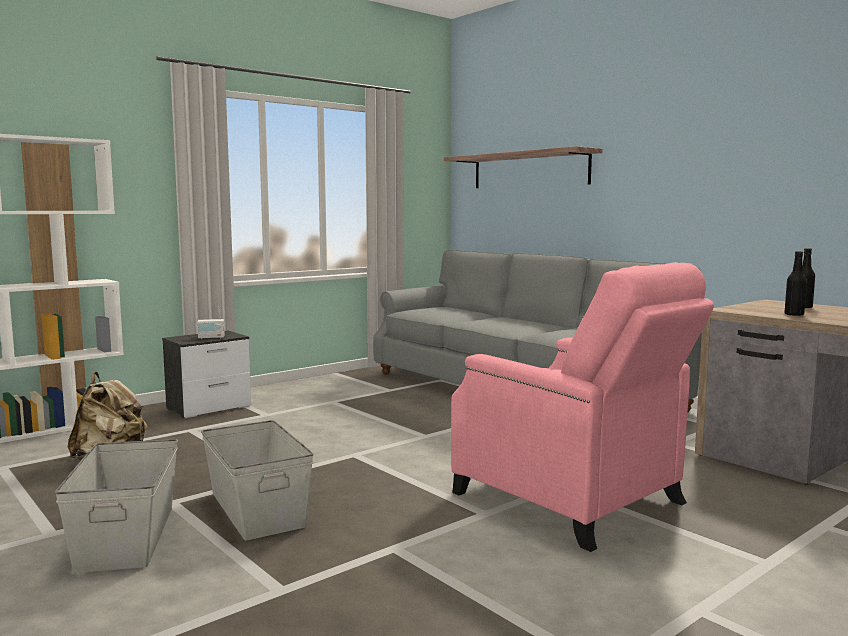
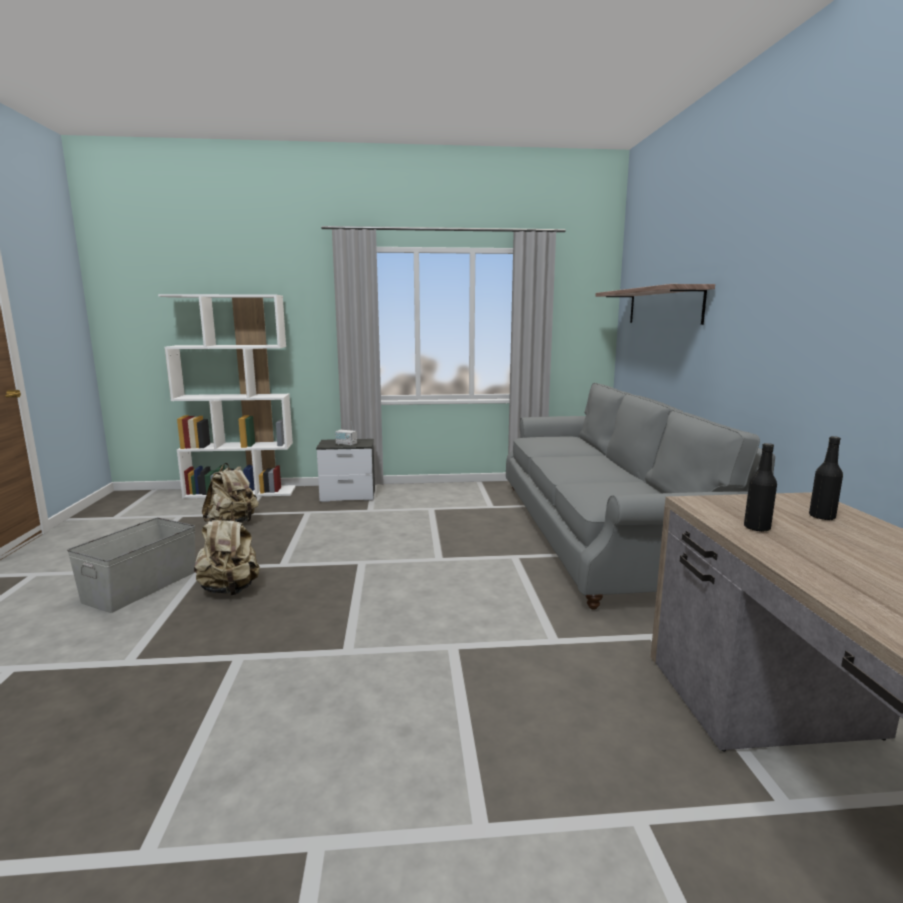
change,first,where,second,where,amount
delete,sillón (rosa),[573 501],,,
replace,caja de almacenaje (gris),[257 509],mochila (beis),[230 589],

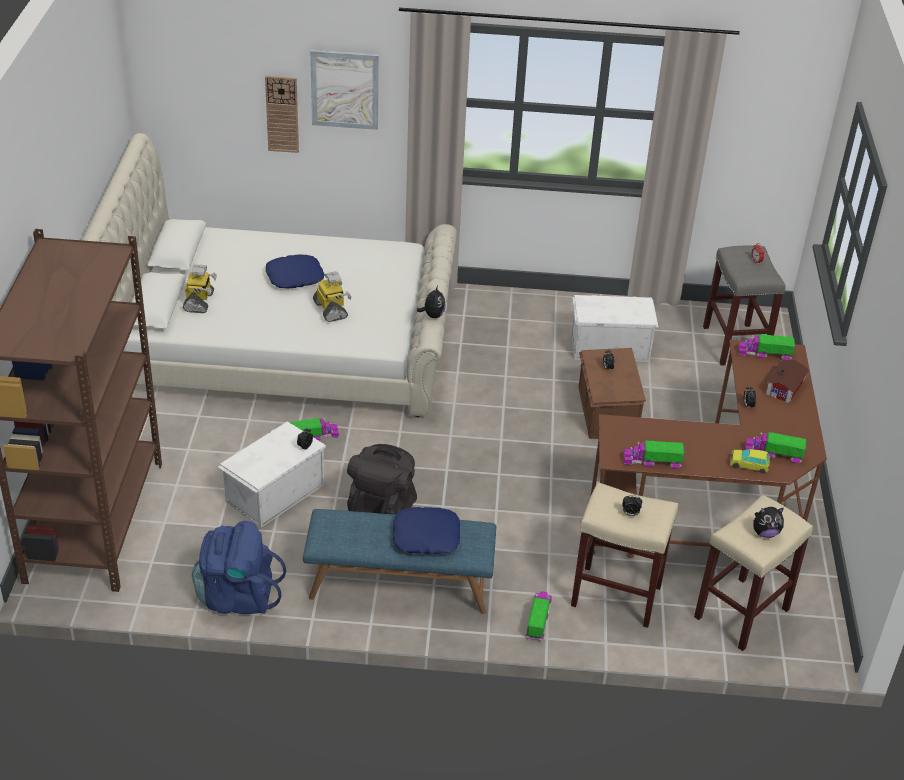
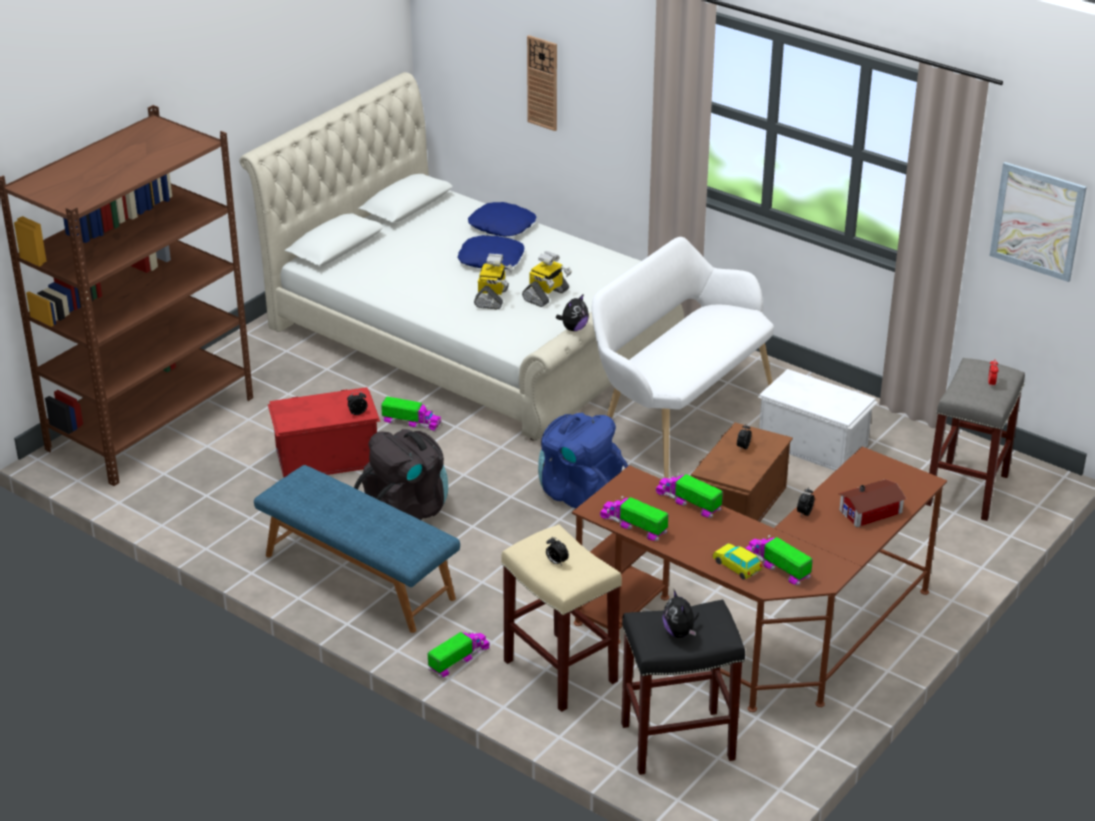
change,first,where,second,where,amount
insert,,,banco (blanco),[678 416],
move,robot de juguete,[199 302],,[546 295],
move,mochila (azul),[237 596],,[580 493],
move,cuadro,[344 89],,[1037 221],
move,cojín (azul),[426 536],,[502 226],
move,camión de juguete,[764 354],,[688 502],
recolor,caja de almacenaje (blanco),[273 493],caja de almacenaje (rojo),[326 456],
recolor,taburete (beis),[741 614],taburete (negro),[676 742],
rotate,peluche,[765 533],,[680 633],45 degrees clockwise

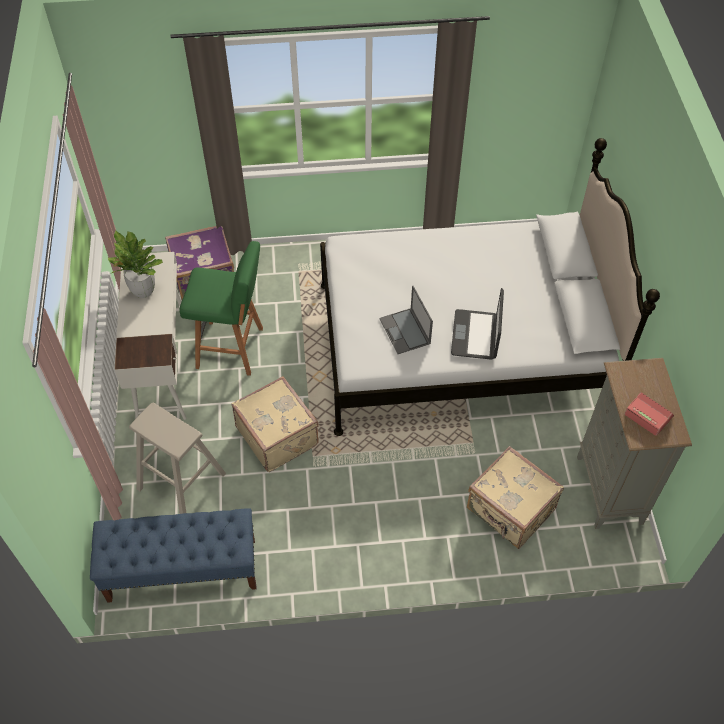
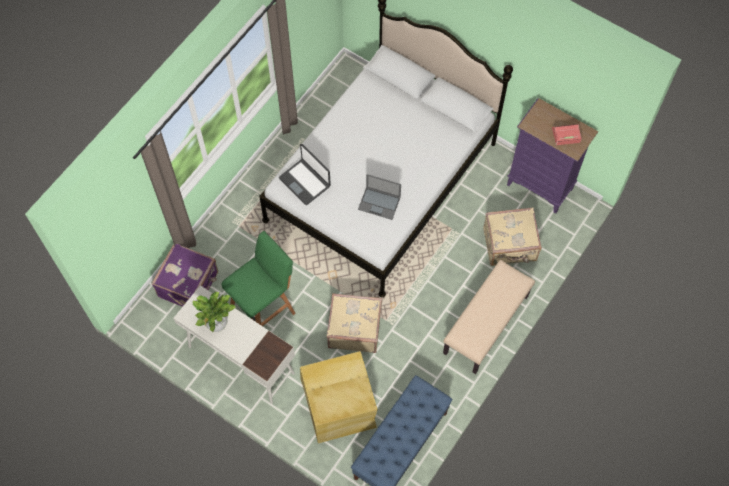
change,first,where,second,where,amount
insert,,,banco (beis),[486 325],
move,portátil,[476 335],,[305 182],
replace,taburete (beis),[181 481],caja de almacenaje (beis),[338 406],
recolor,cómoda (gris),[608 491],cómoda (morado),[540 188],

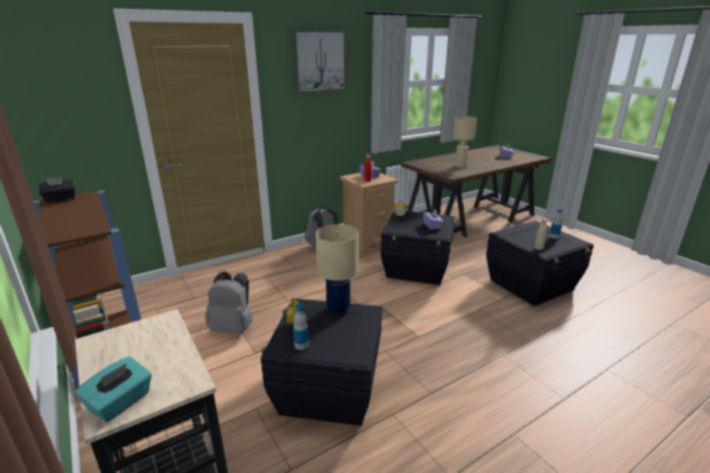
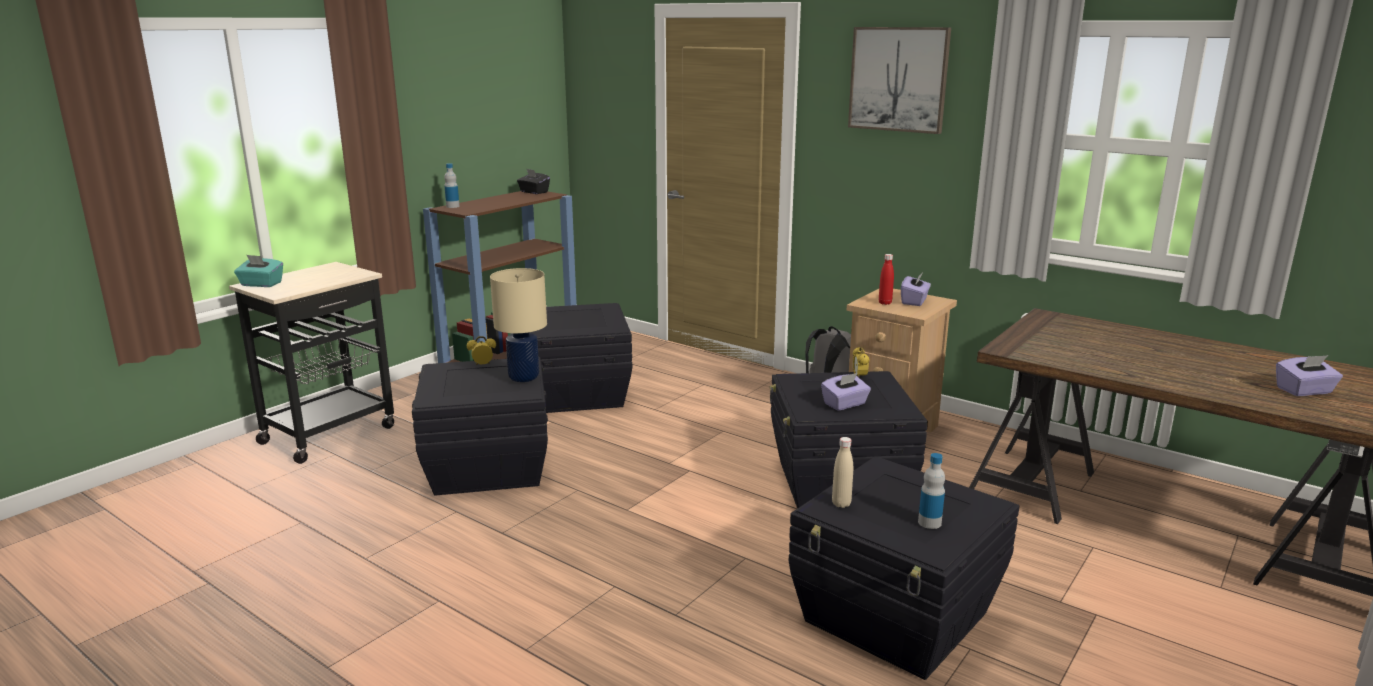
change,first,where,second,where,amount
delete,lámpara de mesa (beis),[461 166],,,
move,botella,[301 345],,[452 206],
replace,mochila (gris),[233 328],caja de almacenaje (negro),[576 394],

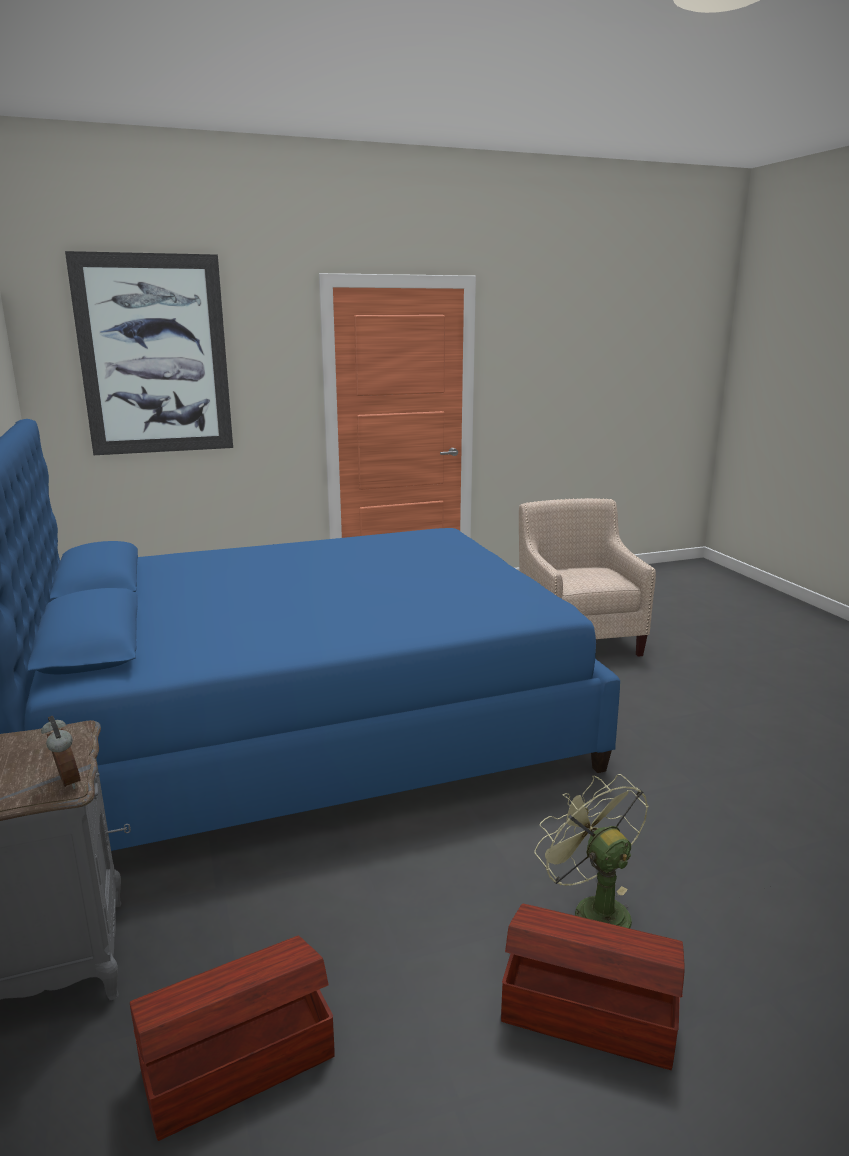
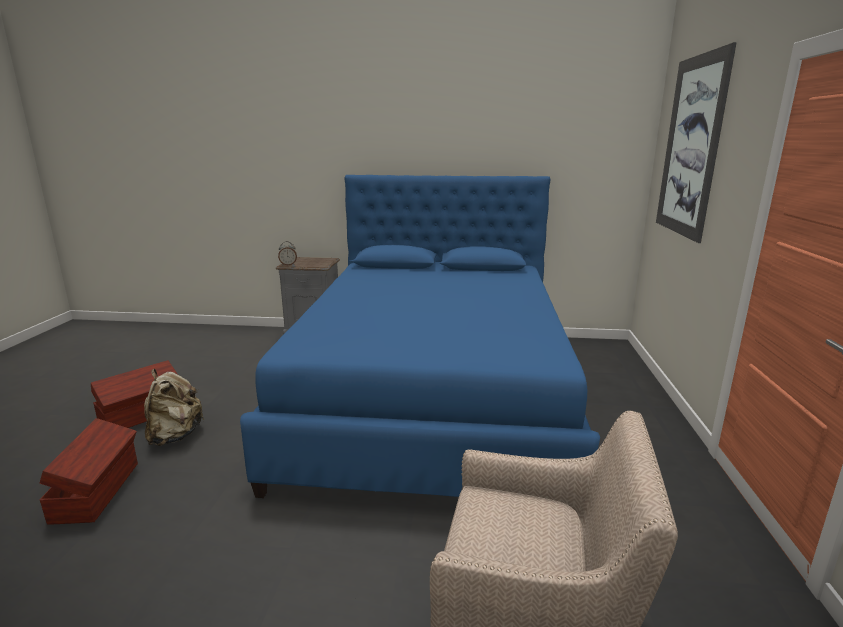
change,first,where,second,where,amount
move,caja de almacenaje (marrón),[236 1062],,[98 491],
replace,ventilador (verde),[591 910],mochila (beis),[175 436],

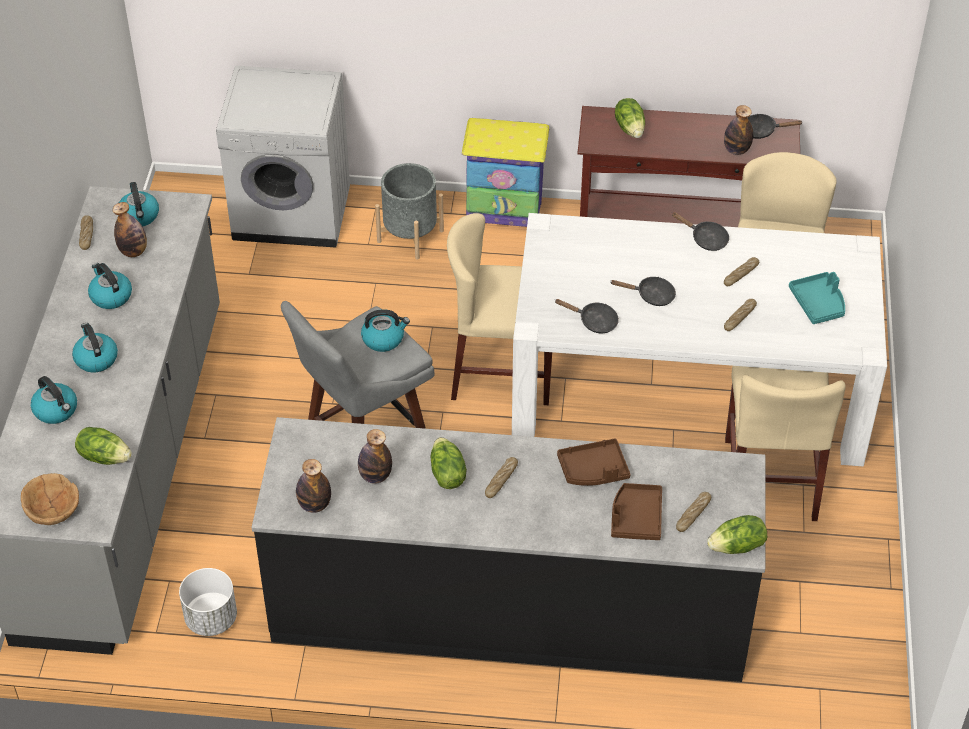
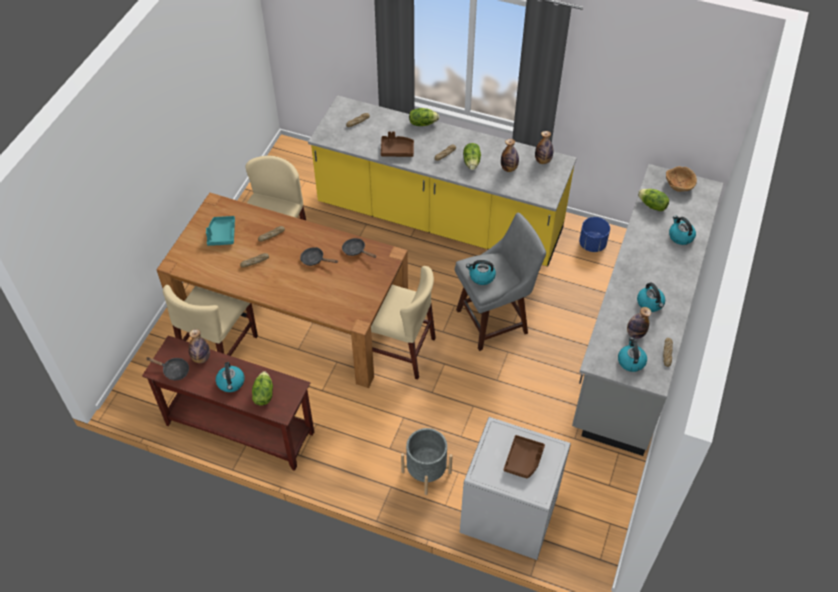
change,first,where,second,where,amount
delete,mesita de noche,[506 216],,,
delete,sartén (negro),[706 239],,,
move,hervidor,[95 358],,[231 383],
move,bandeja (marrón),[636 518],,[523 460],
move,lechuga,[737 547],,[422 123],
recolor,maceta (blanco),[211 618],maceta (azul),[592 244],
recolor,mueble bajo de cocina (negro),[510 607],mueble bajo de cocina (amarillo),[439 219],
recolor,mesa de comedor (blanco),[688 387],mesa de comedor (marrón),[292 315],

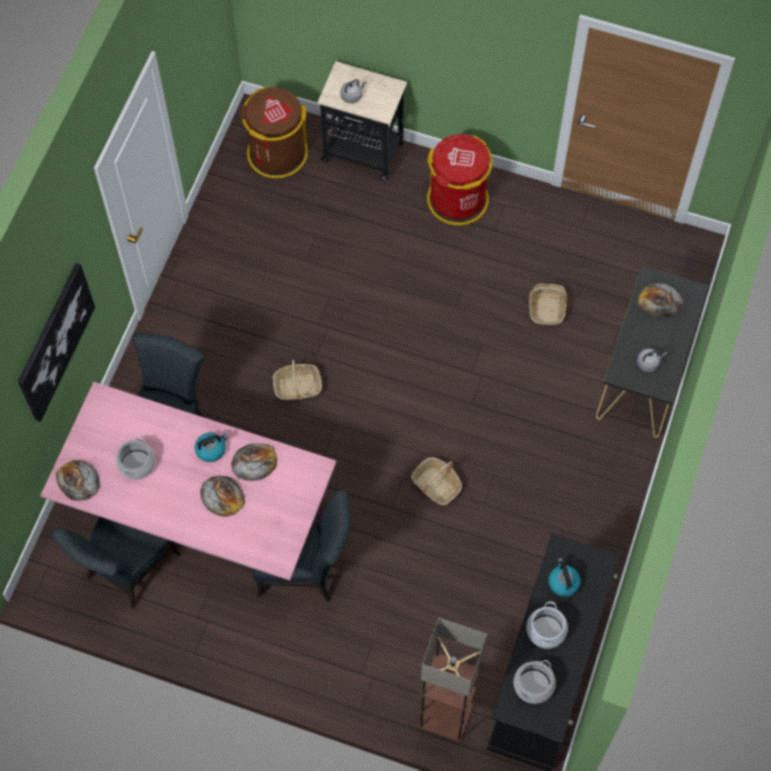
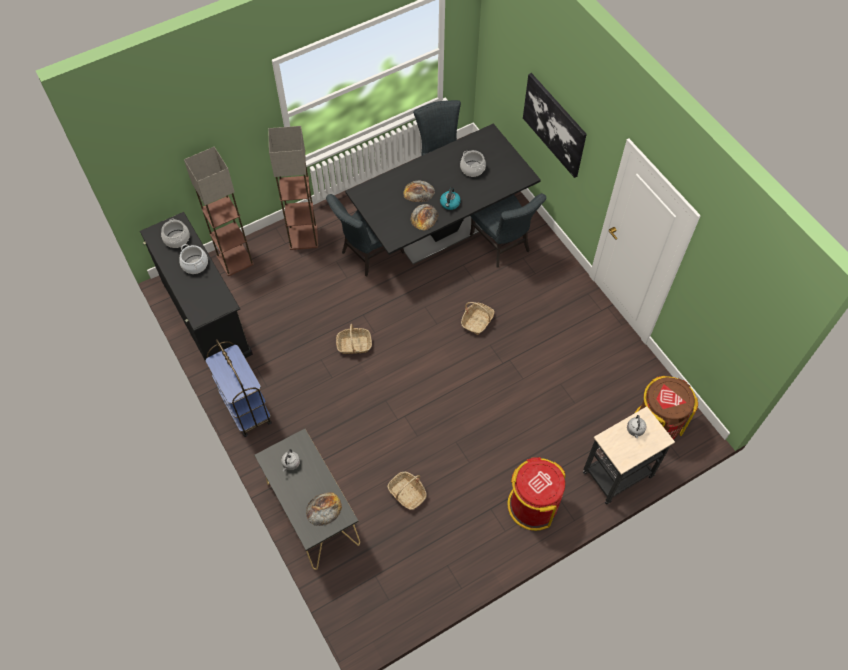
change,first,where,second,where,amount
delete,pan,[78 480],,,
delete,hervidor,[563 582],,,
insert,,,carrito (azul),[245 408],
insert,,,lámpara de pie,[304 237],
recolor,mesa de comedor (rosa),[200 517],mesa de comedor (negro),[442 229],

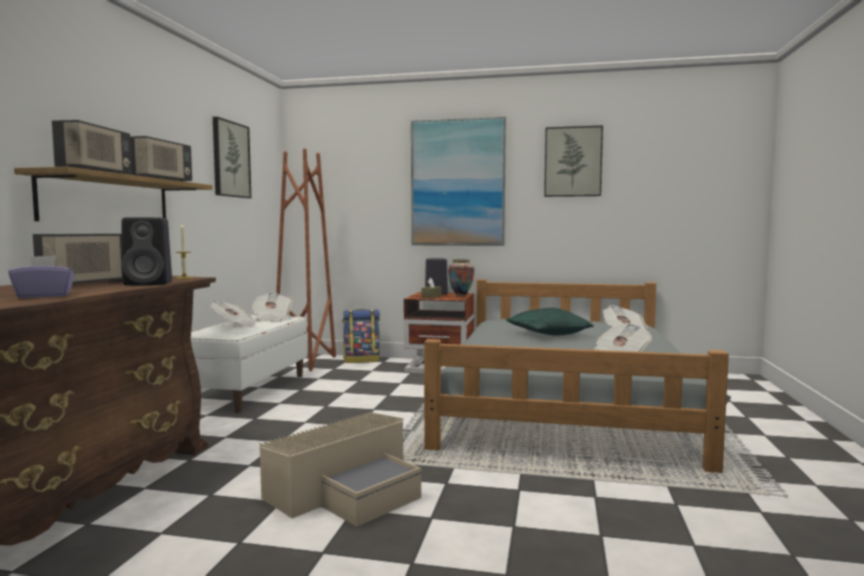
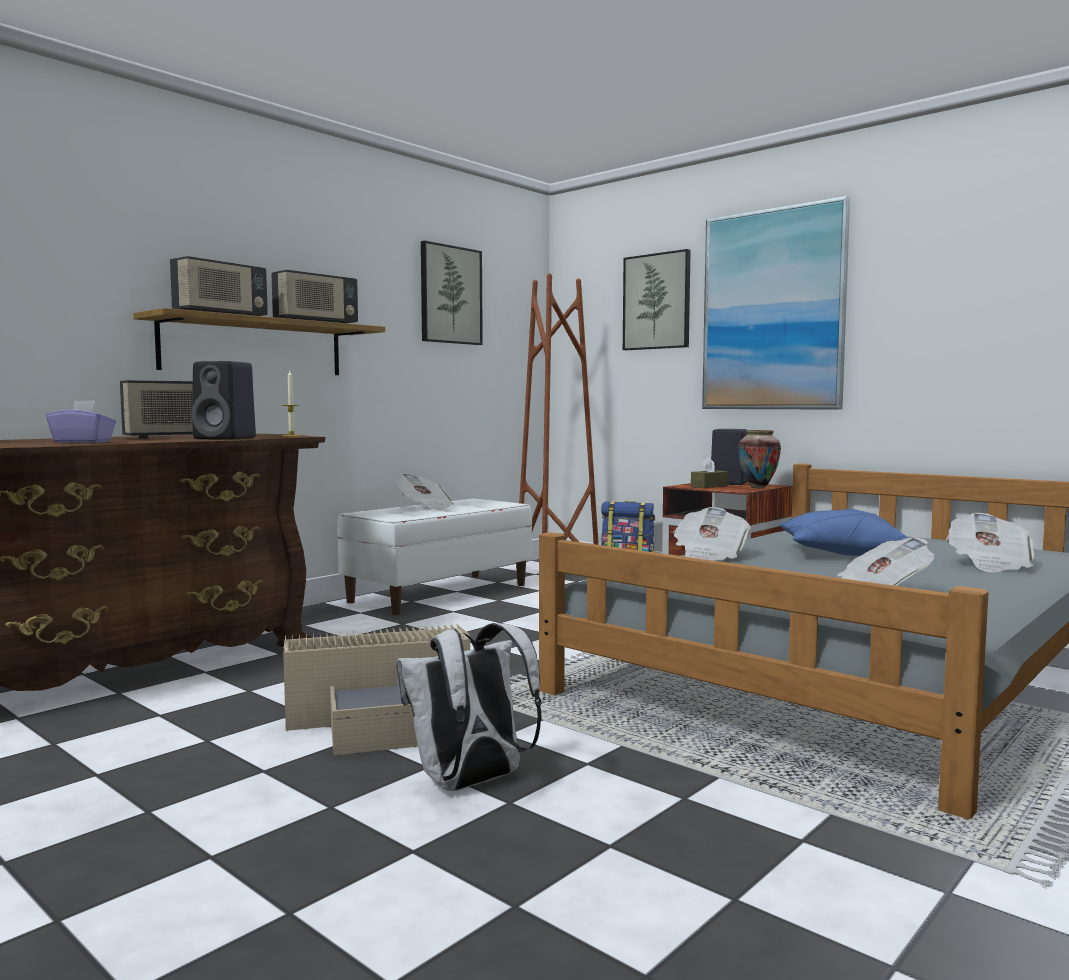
change,first,where,second,where,amount
insert,,,mochila (blanco),[470 783],
move,periódico,[271 318],,[709 556],
move,cuadro,[573 162],,[657 301],
recolor,cojín (verde),[547 334],cojín (azul),[839 553],

